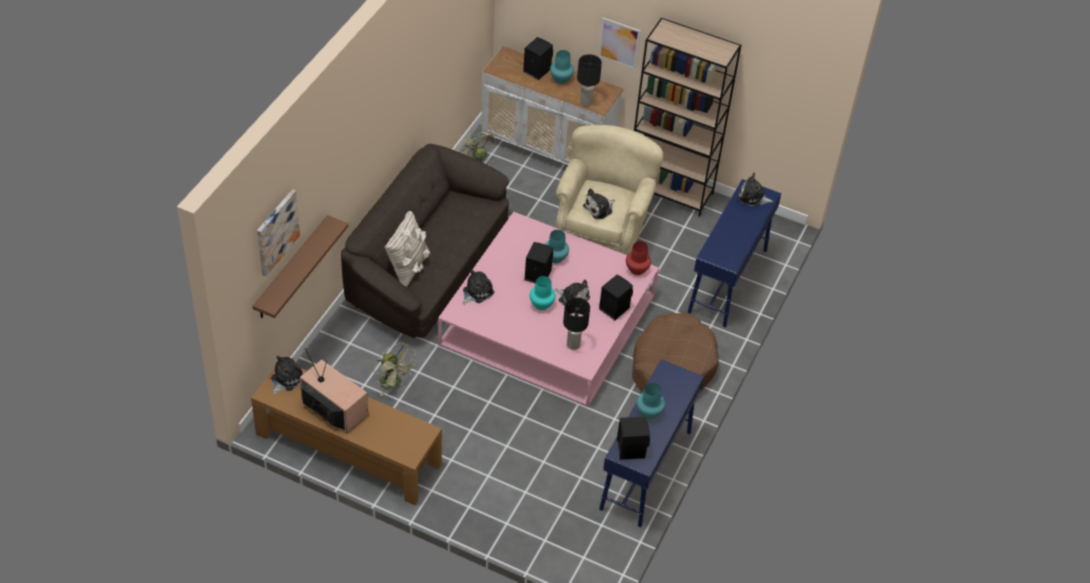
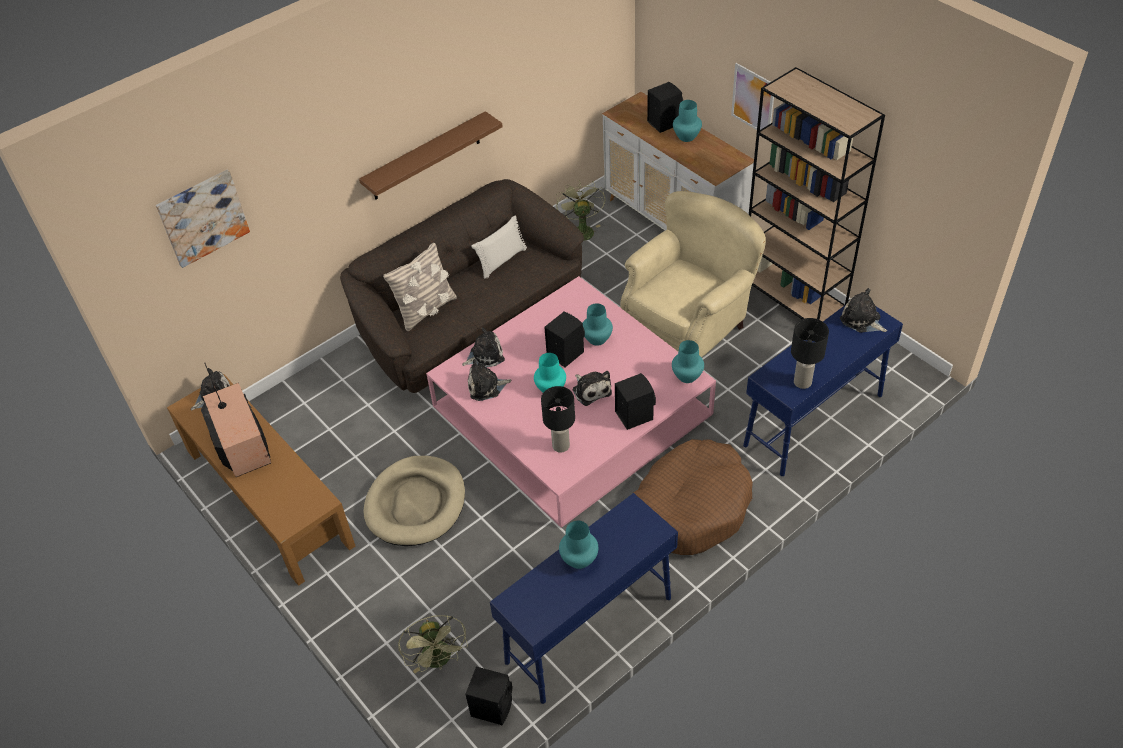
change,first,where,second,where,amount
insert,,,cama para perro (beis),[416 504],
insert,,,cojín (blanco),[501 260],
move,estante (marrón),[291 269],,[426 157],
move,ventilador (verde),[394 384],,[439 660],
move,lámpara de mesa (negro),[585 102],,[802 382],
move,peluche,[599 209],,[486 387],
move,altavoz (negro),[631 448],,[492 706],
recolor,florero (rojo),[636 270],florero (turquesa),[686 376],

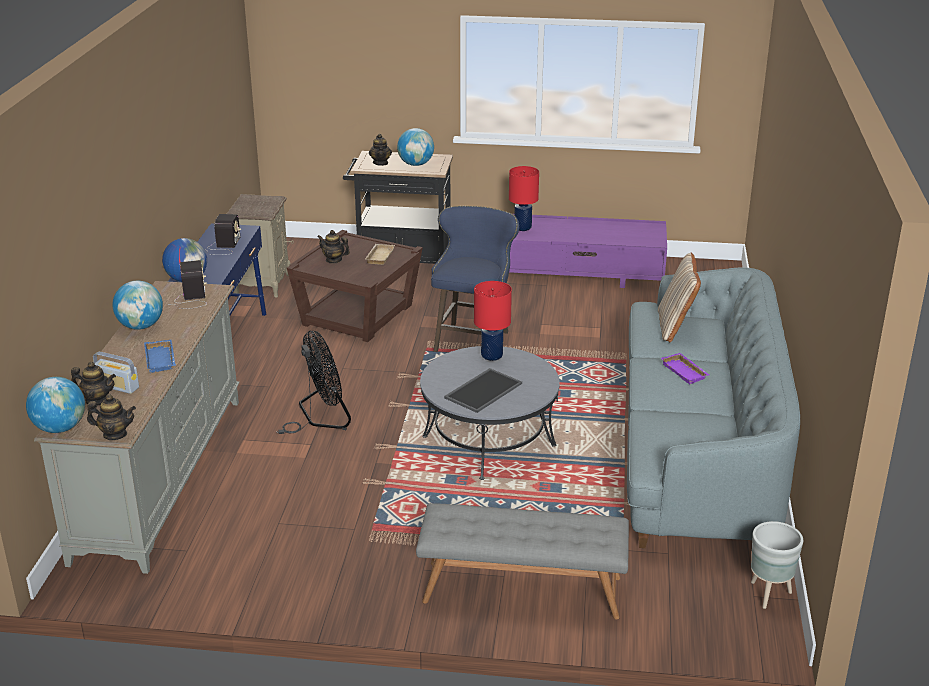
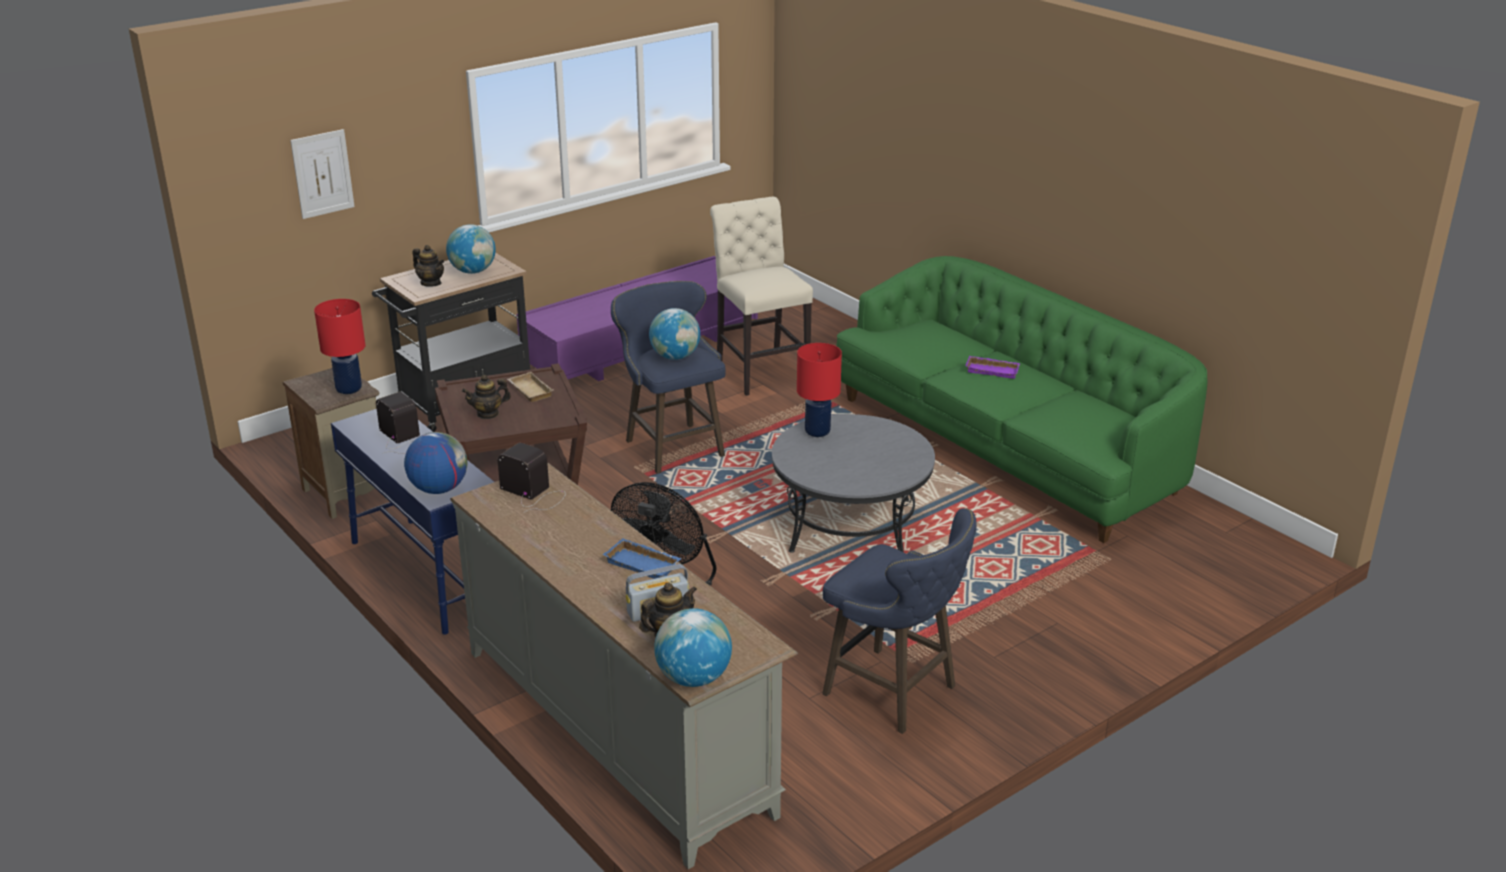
change,first,where,second,where,amount
delete,tetera,[115 434],,,
delete,banco (gris),[522 590],,,
delete,bandeja,[483 390],,,
delete,cojín (beis),[675 327],,,
delete,maceta (gris),[769 594],,,
insert,,,cuadro,[322 174],
insert,,,taburete (beis),[760 371],
insert,,,taburete (azul),[894 693],
move,globo terráqueo,[141 326],,[675 357],
move,lámpara de mesa (rojo),[523 229],,[349 390],
recolor,sofá (gris),[696 449],sofá (verde),[1008 447],

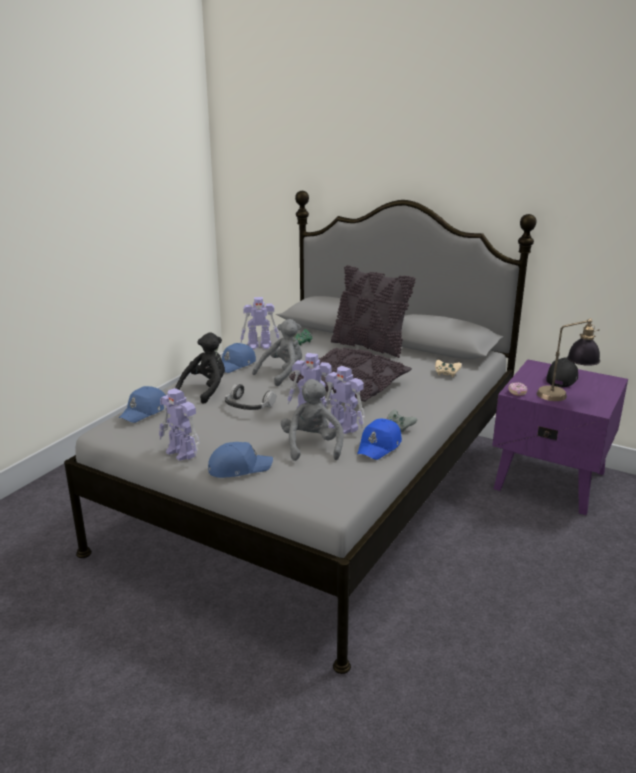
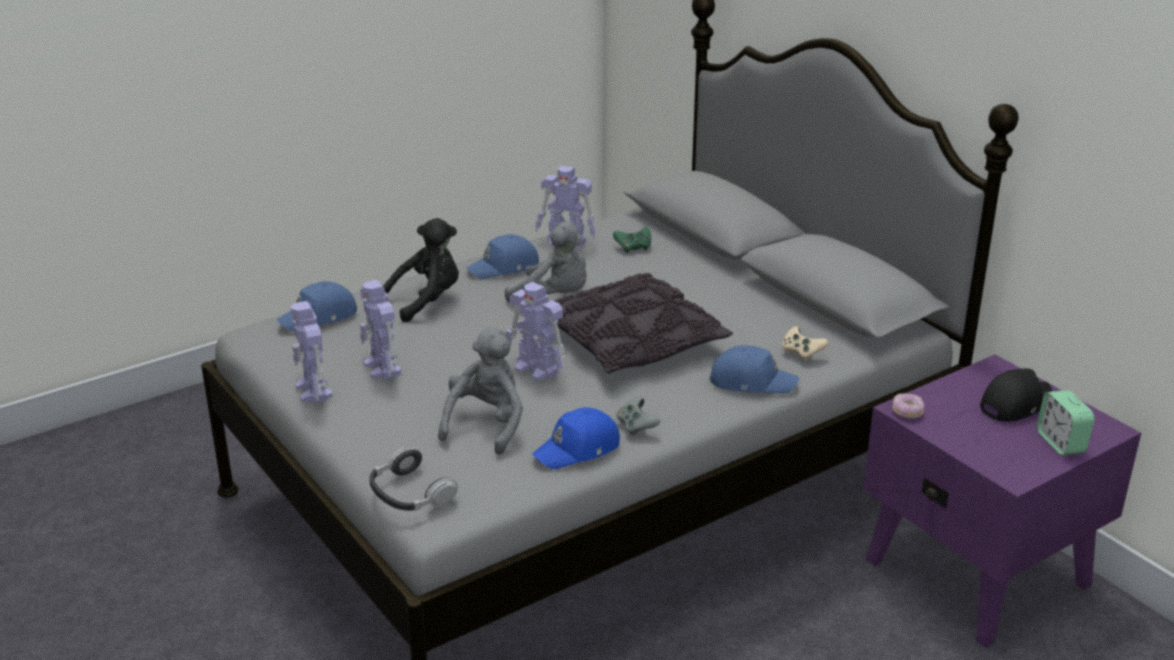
change,first,where,second,where,amount
delete,cojín (negro),[370 346],,,
delete,lámpara de mesa,[564 398],,,
insert,,,despertador,[1060 443],
move,gorra (azul),[239 468],,[751 381],
move,auriculares,[248 405],,[410 493],
move,robot de juguete,[343 427],,[382 368],
rotate,peluche (gris),[282 373],,[554 297],45 degrees clockwise

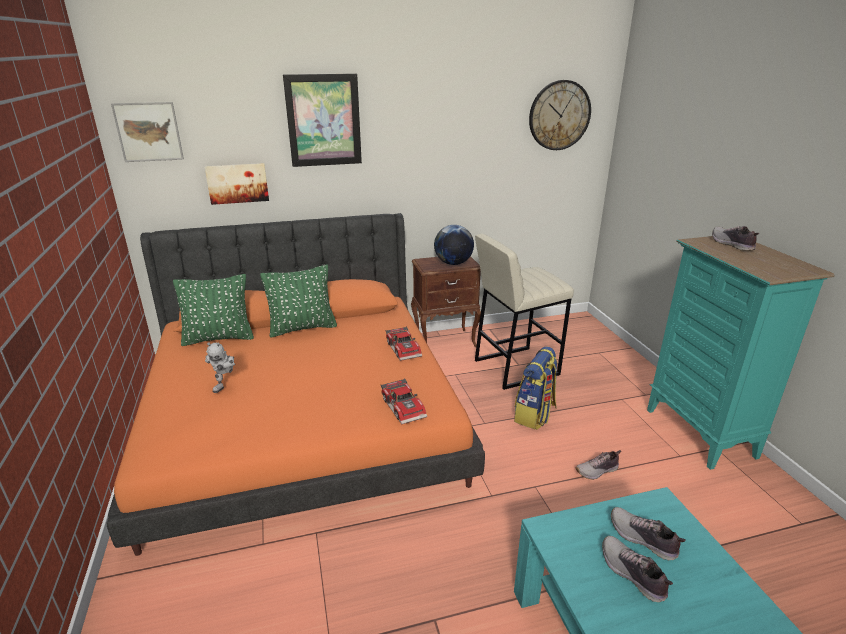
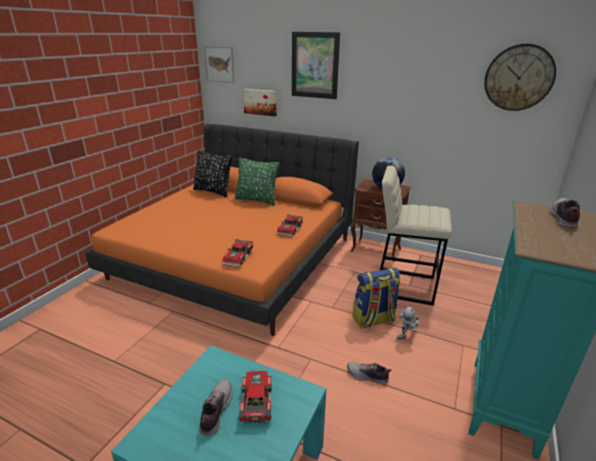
change,first,where,second,where,amount
move,robot de juguete,[226 385],,[407 336],
replace,zapato,[643 539],coche de juguete,[254 401],
recolor,cojín (verde),[219 338],cojín (negro),[213 191],

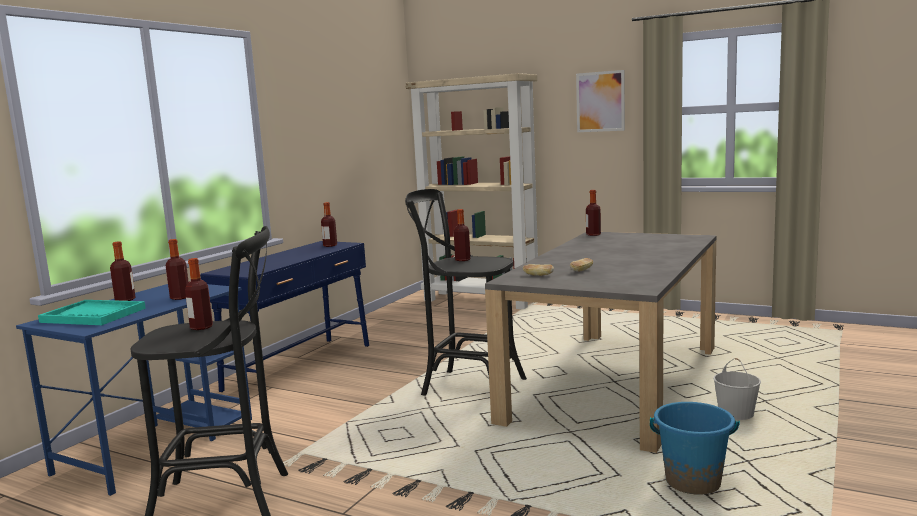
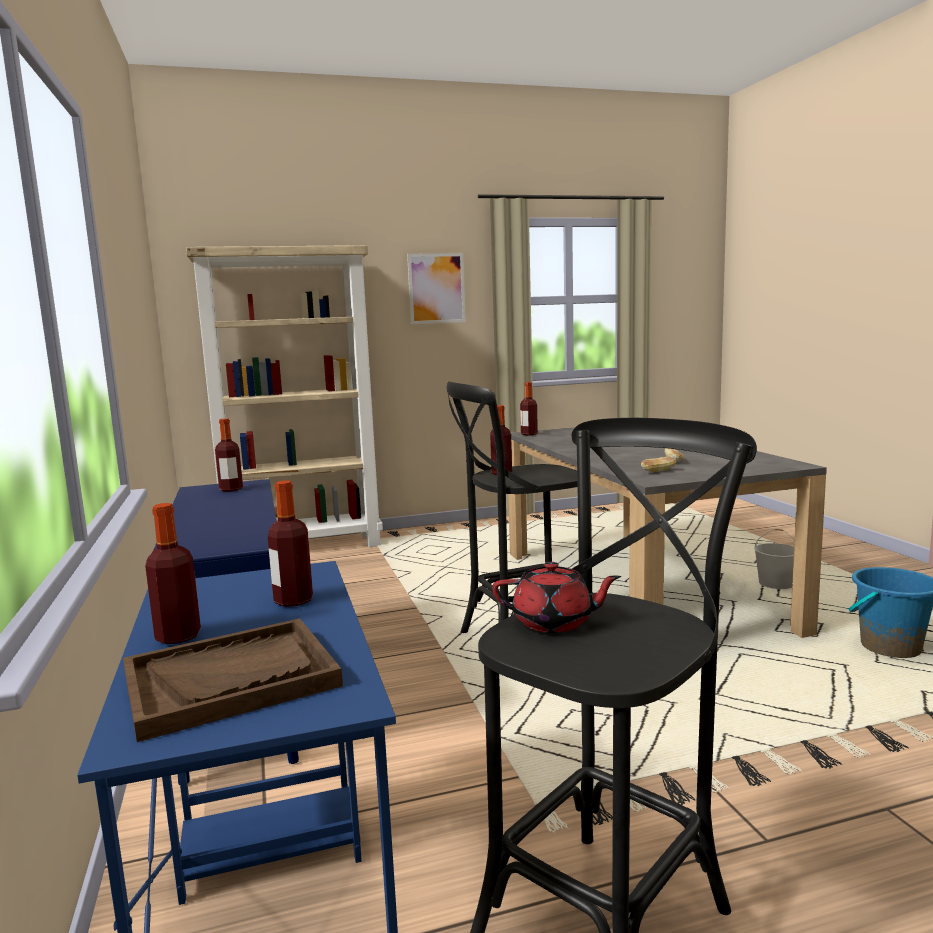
change,first,where,second,where,amount
replace,botella,[201 327],tetera (rojo),[554 622],
recolor,bandeja (turquesa),[94 315],bandeja (marrón),[231 679],

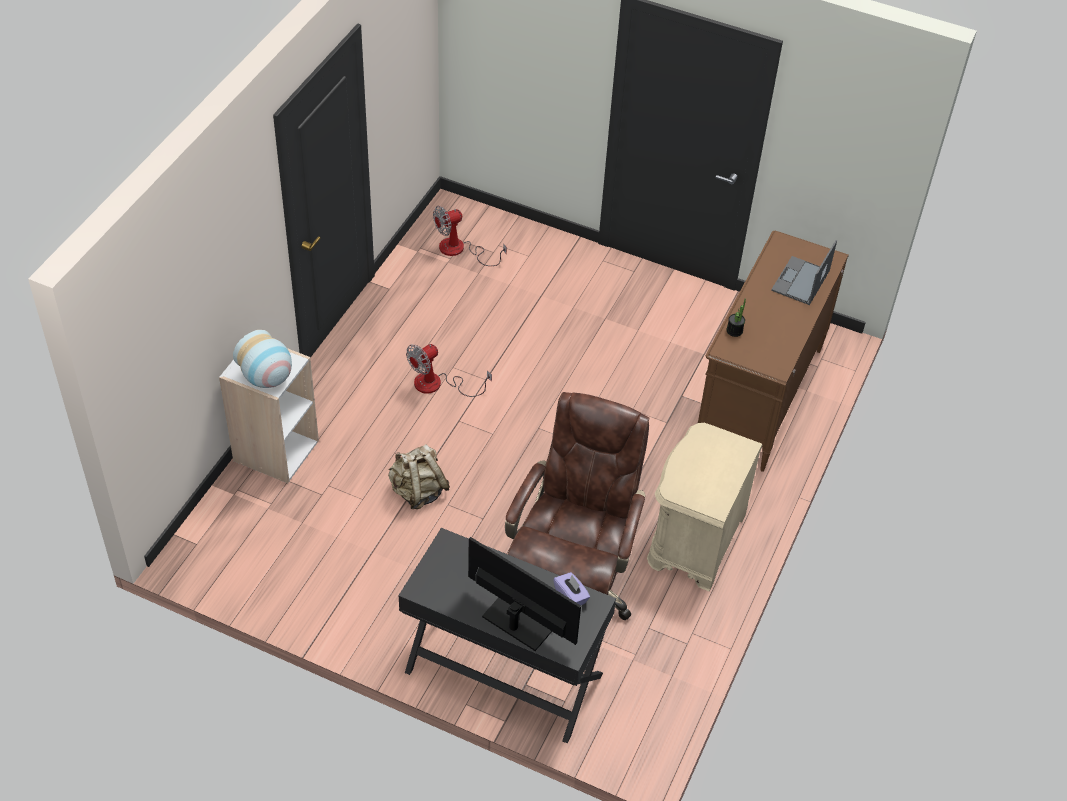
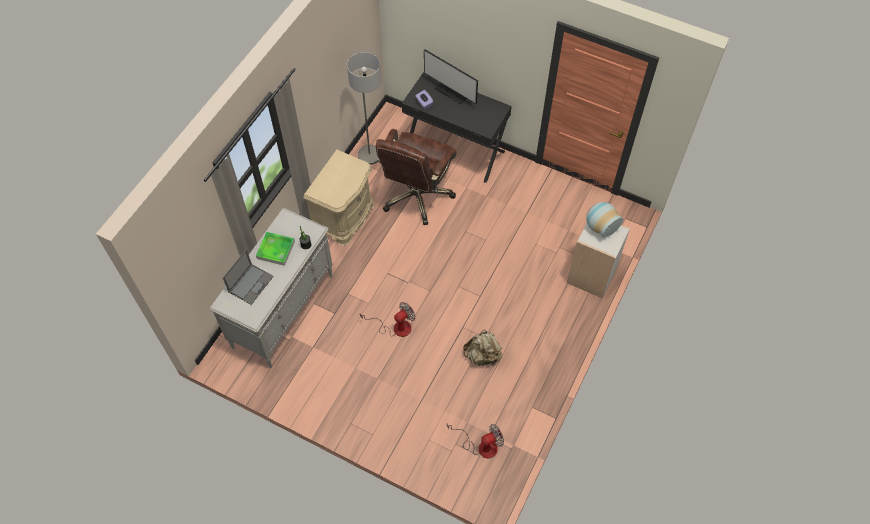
change,first,where,second,where,amount
insert,,,bandeja,[276 250],
insert,,,lámpara de pie (gris),[372 161],
move,mochila (beis),[418 492],,[482 355],
move,ventilador,[437 385],,[395 327],
recolor,cómoda (marrón),[758 398],cómoda (blanco),[284 311],

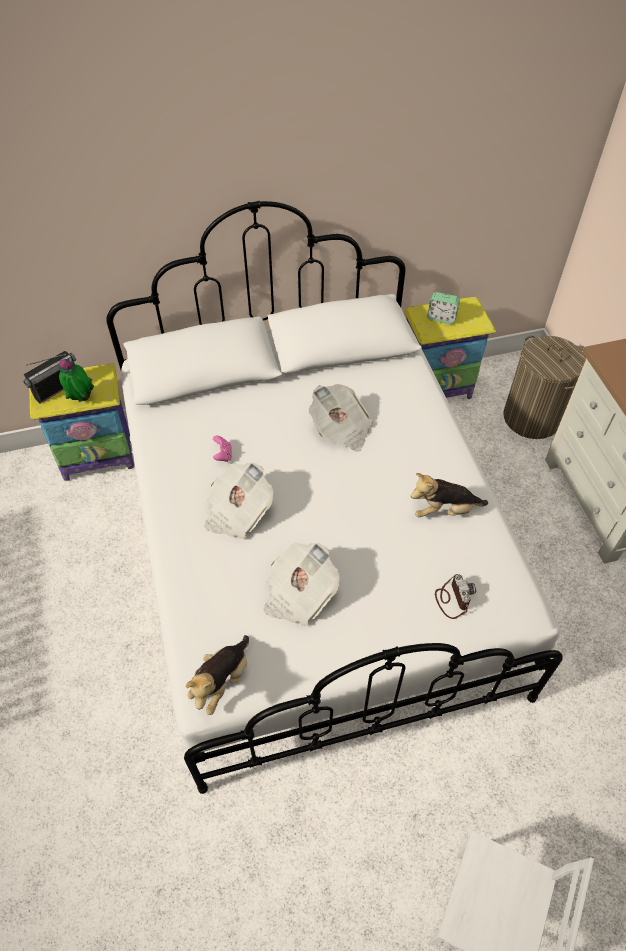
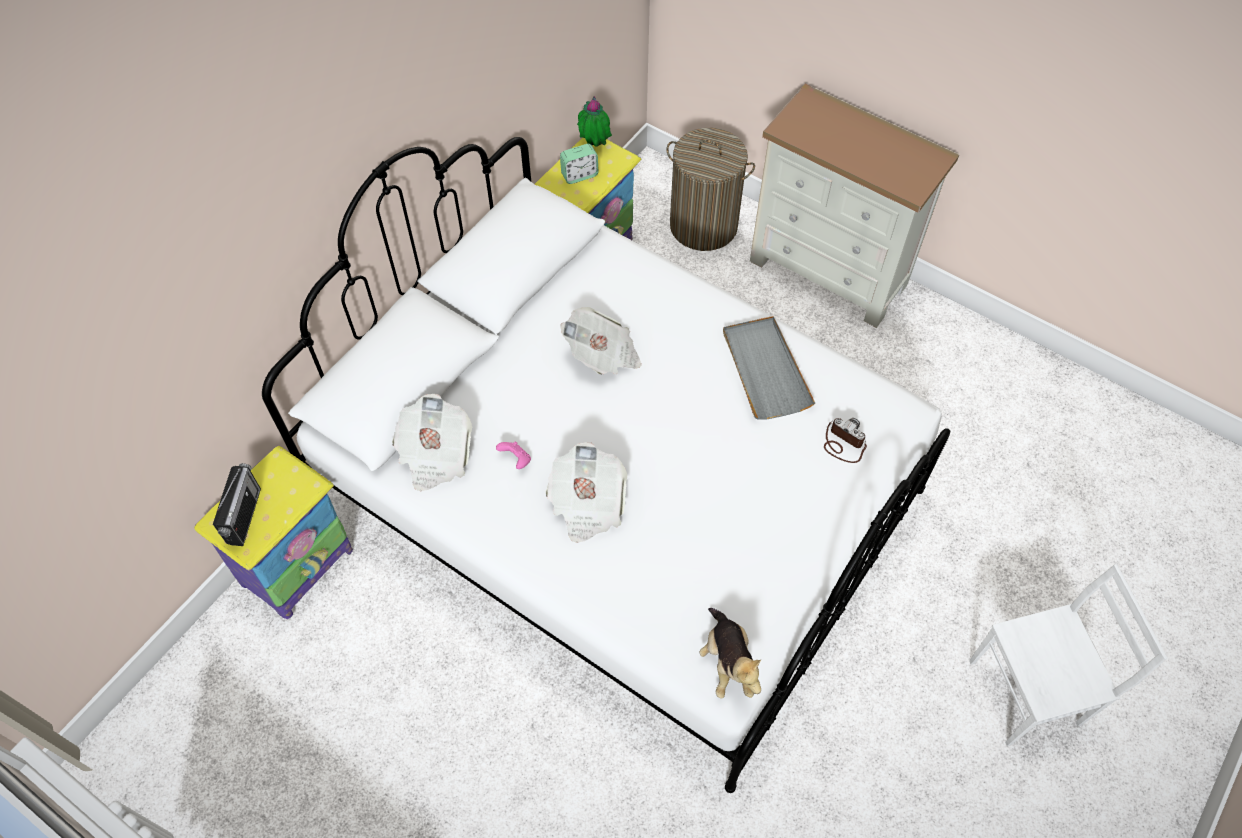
change,first,where,second,where,amount
move,planta en maceta,[81 398],,[594 145],
move,periódico,[298 594],,[435 455],
replace,peluche,[443 510],bandeja (gris),[765 370],

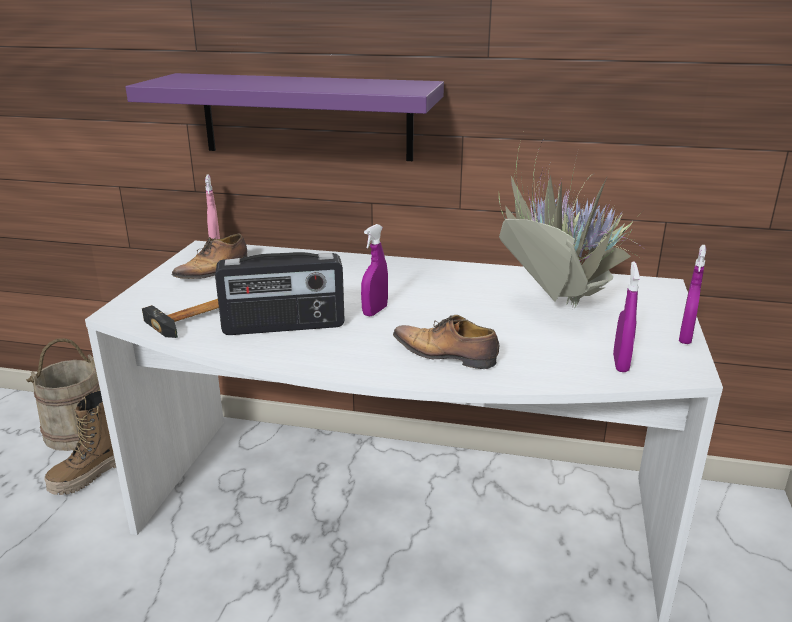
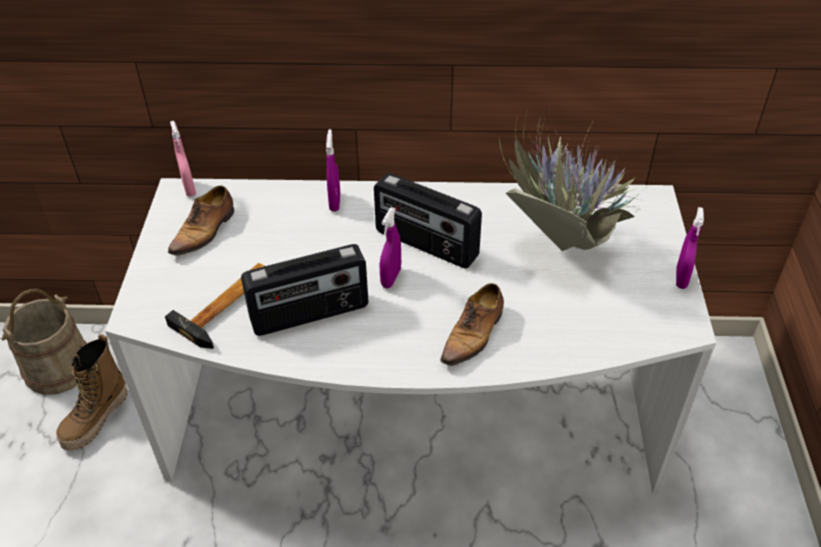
change,first,where,second,where,amount
delete,estante (morado),[306 117],,,
insert,,,radio,[425 245],
move,pulverizador (morado),[620 363],,[335 202],
rotate,zapato,[446 355],,[473 334],75 degrees counterclockwise

